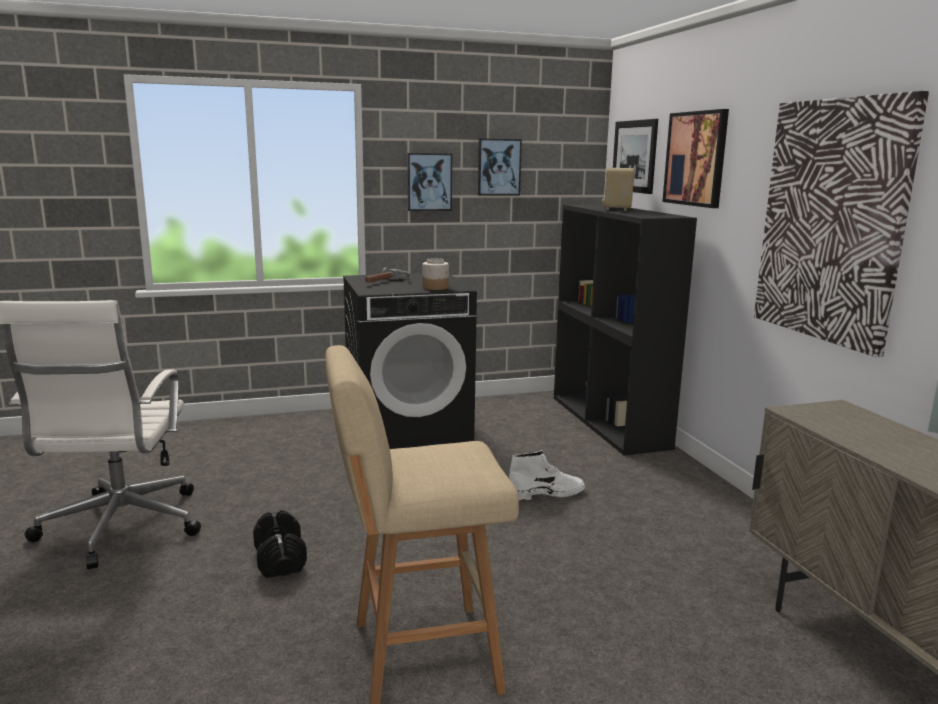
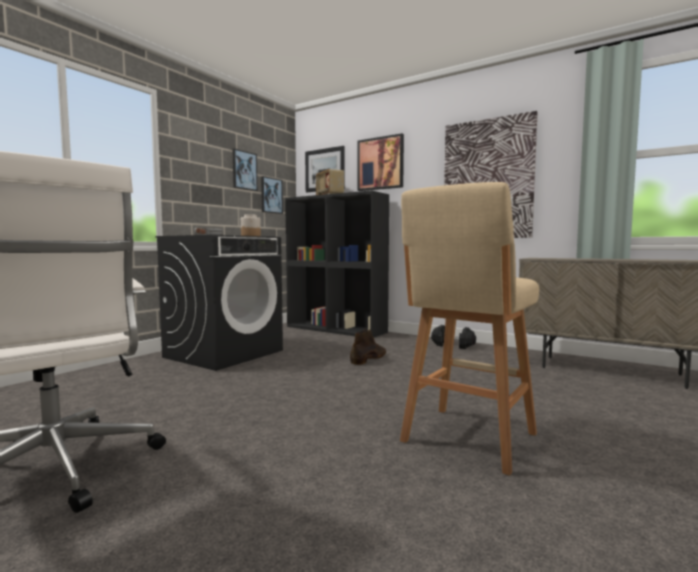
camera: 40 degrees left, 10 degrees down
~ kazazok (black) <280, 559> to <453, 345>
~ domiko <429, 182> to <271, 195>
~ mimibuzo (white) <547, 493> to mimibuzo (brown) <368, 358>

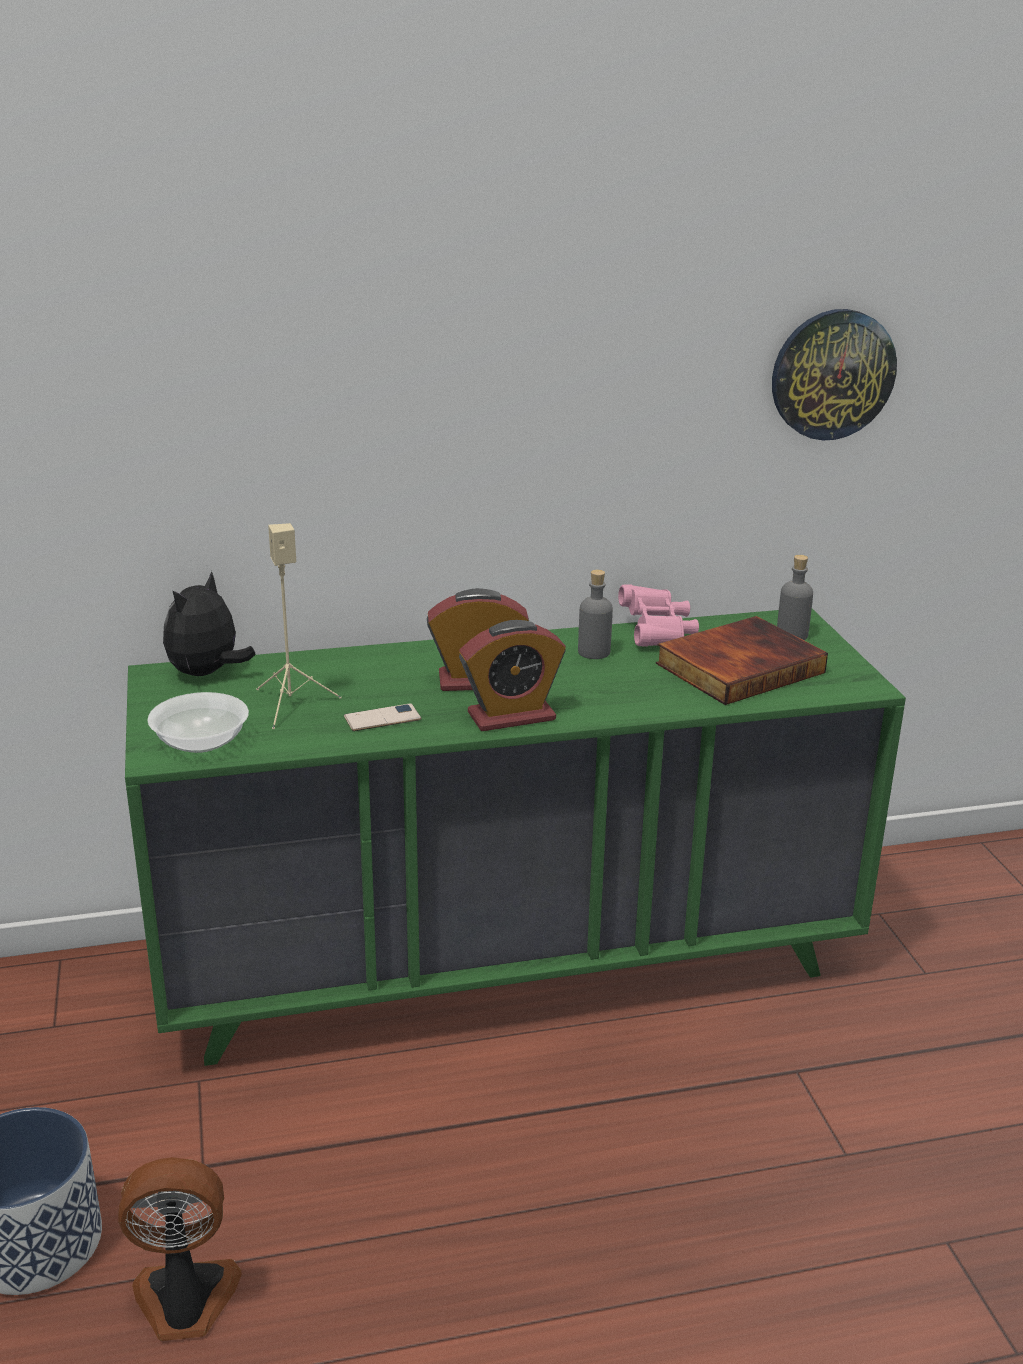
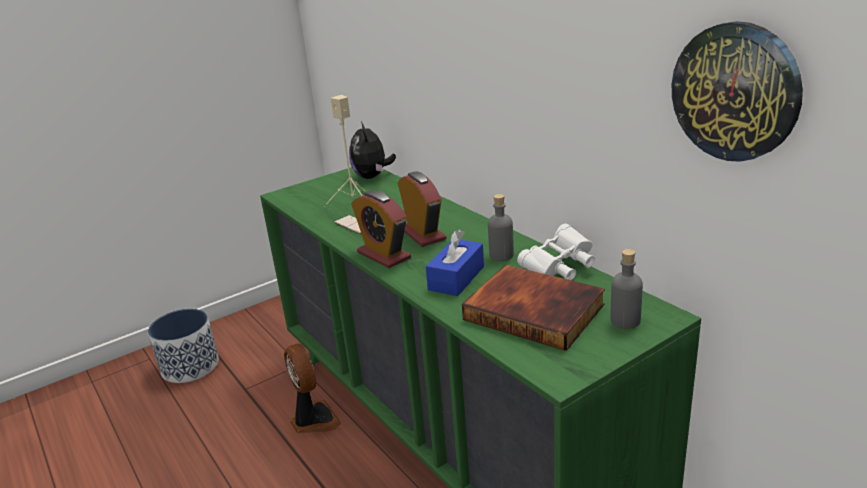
camera: 70 degrees right, 0 degrees up
- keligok <201, 742>
+ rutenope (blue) <456, 278>
~ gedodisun <185, 1302> to <313, 420>
~ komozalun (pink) <657, 633> to komozalun (white) <559, 268>
~ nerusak <207, 673> = <372, 177> 105 degrees counterclockwise

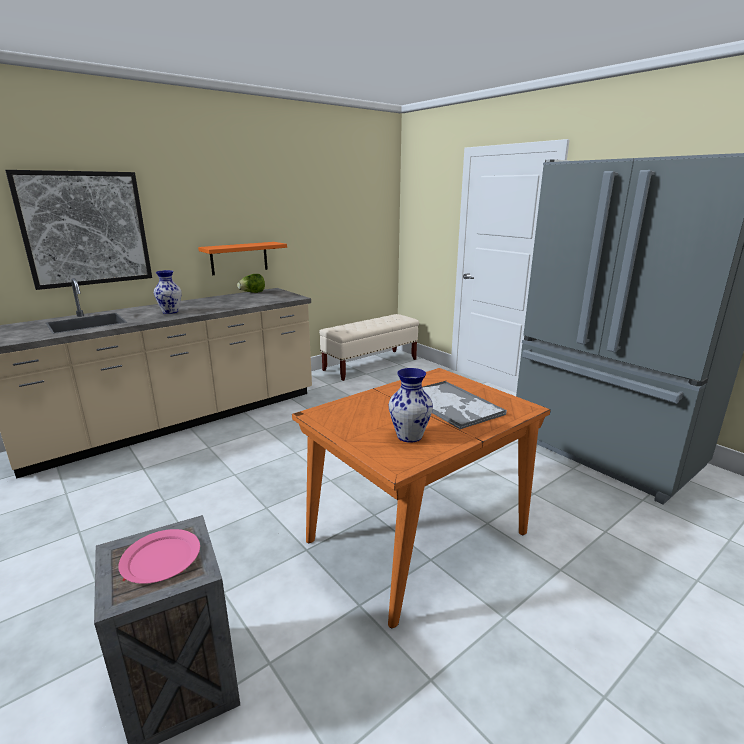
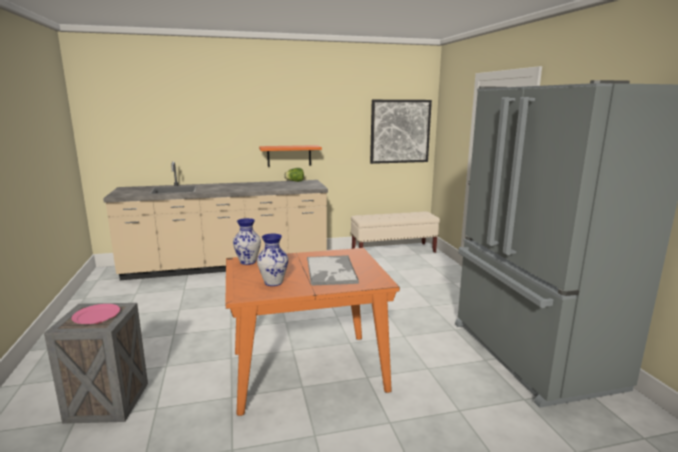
camera: 25 degrees right, 5 degrees down
~ domiko <85, 229> to <400, 131>
~ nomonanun <171, 312> to <248, 262>

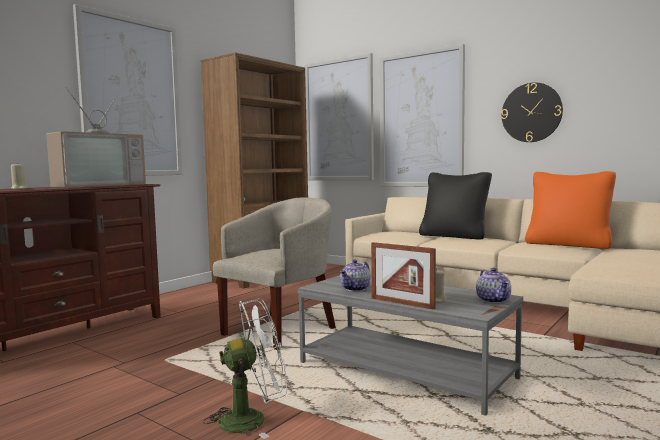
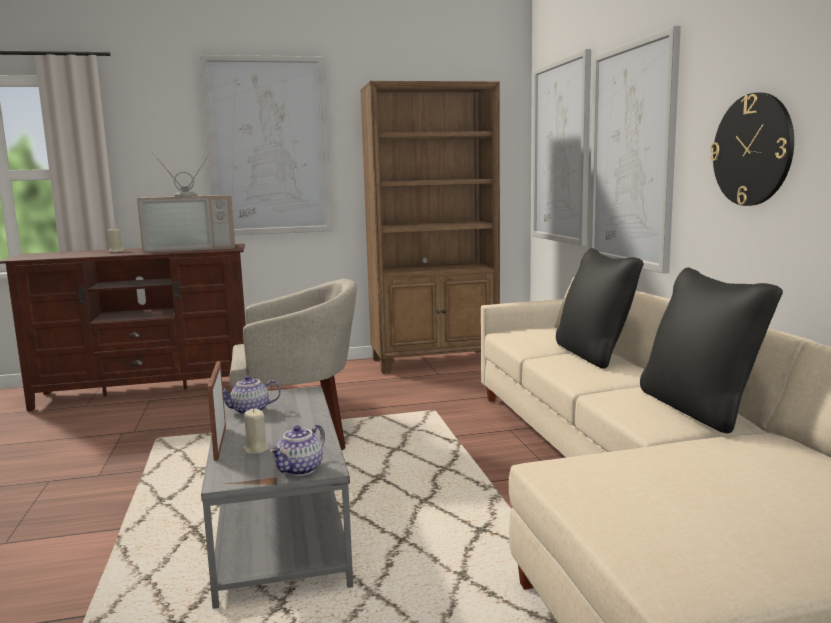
camera: 40 degrees right, 5 degrees up
- gedodisun (white) <252, 419>
~ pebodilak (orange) <568, 244> to pebodilak (black) <699, 408>

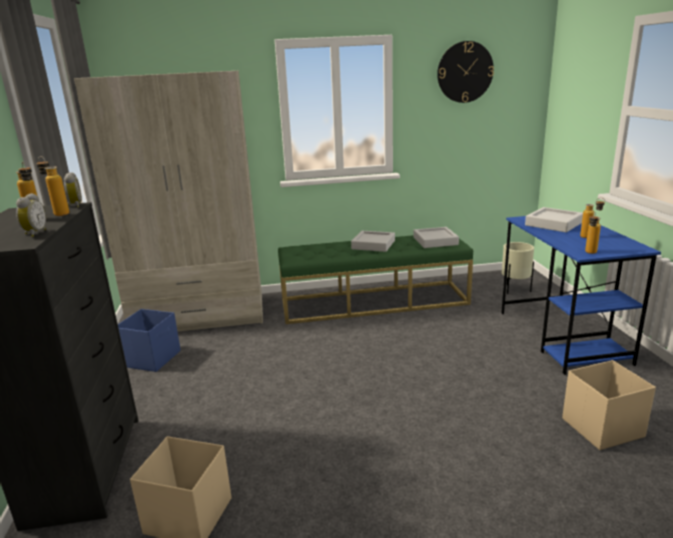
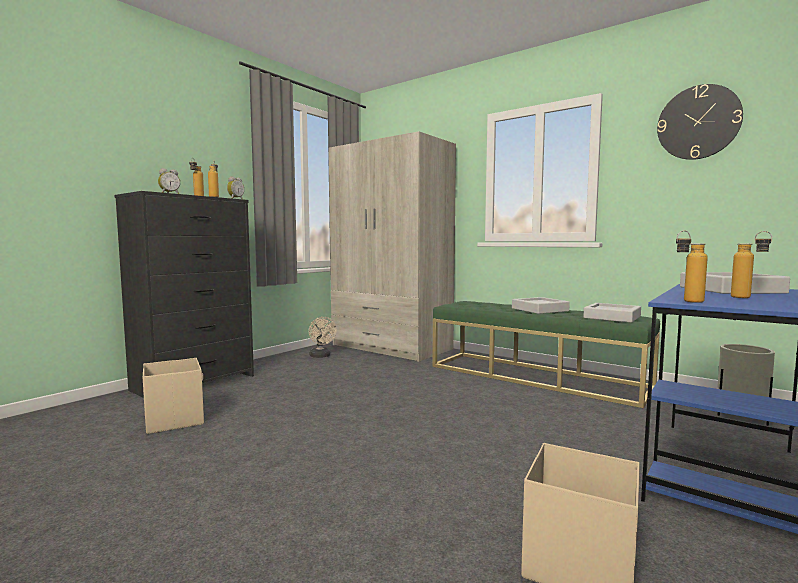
camera: 45 degrees right, 15 degrees down
~ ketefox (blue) <153, 358> to gedodisun (beige) <321, 356>

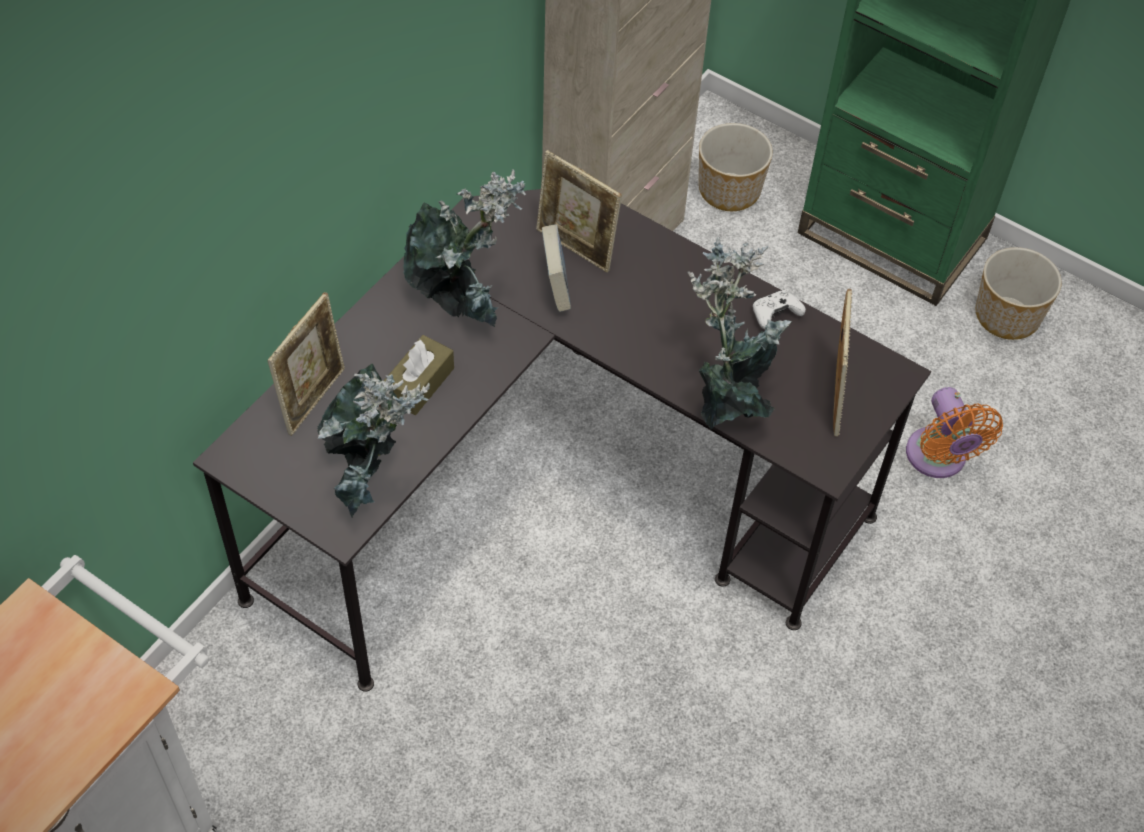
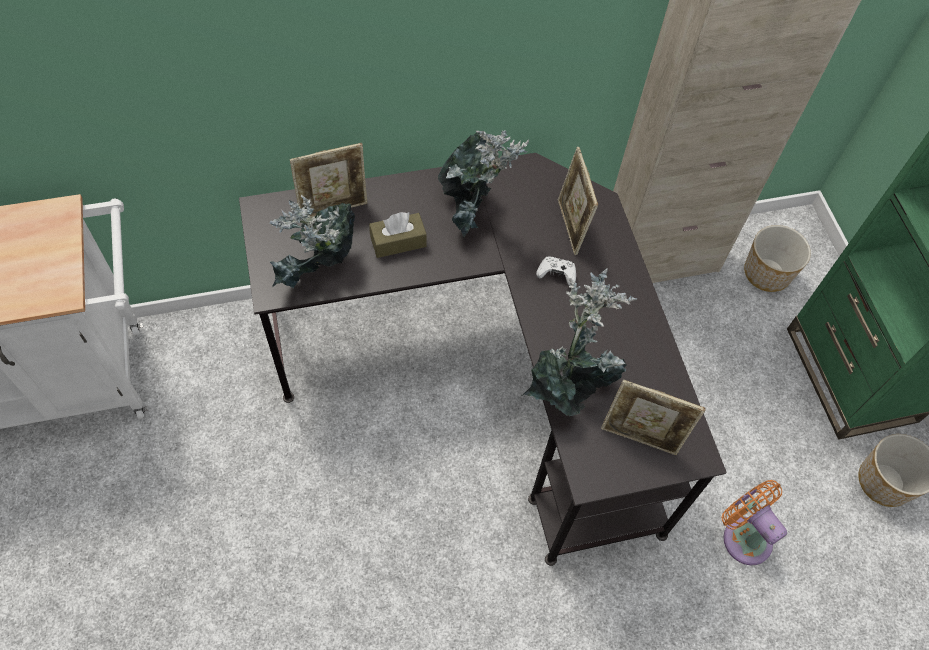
camera: 40 degrees right, 5 degrees up
- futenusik <556, 287>
~ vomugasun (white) <775, 314> to <556, 274>
~ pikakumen <834, 397> = <640, 438> 60 degrees clockwise
~ gedodisun (orange) <938, 459> = <743, 535> 120 degrees clockwise

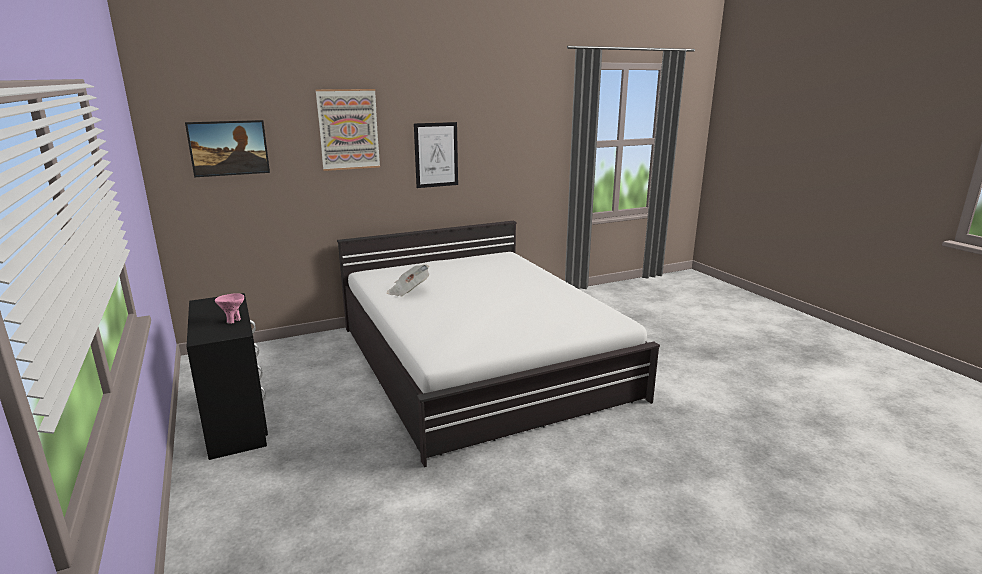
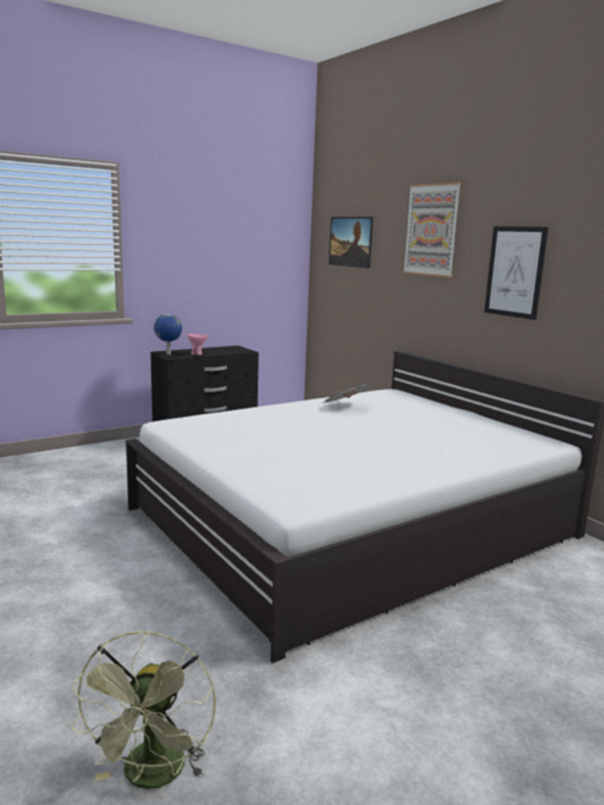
camera: 80 degrees right, 5 degrees down
+ gedodisun (green) <152, 777>
+ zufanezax <168, 354>

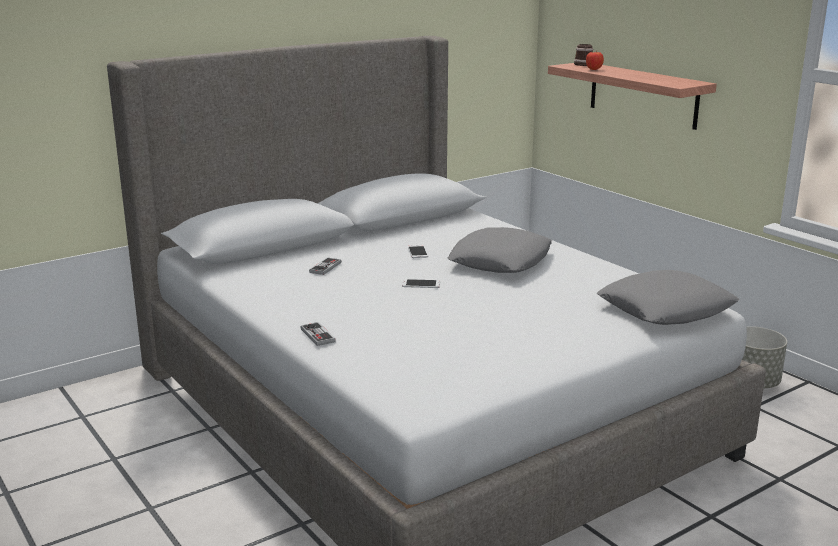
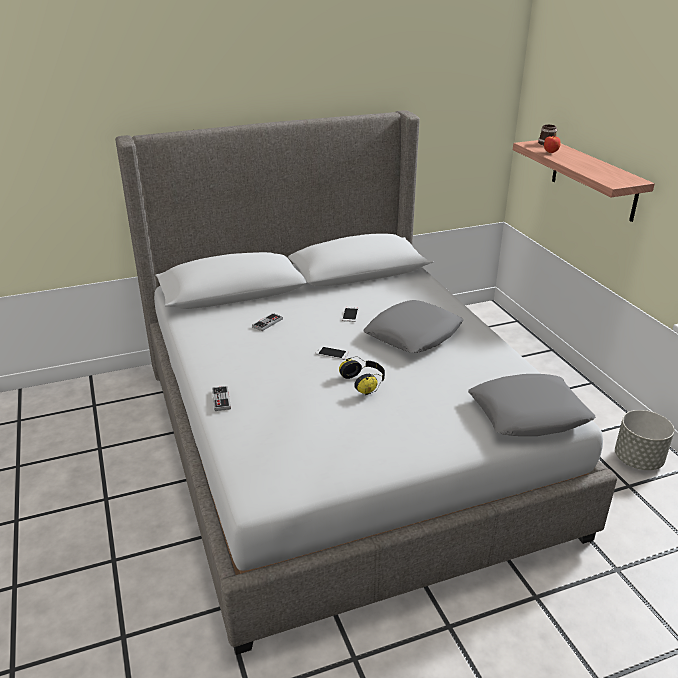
camera: 15 degrees right, 10 degrees up
+ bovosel <364, 382>

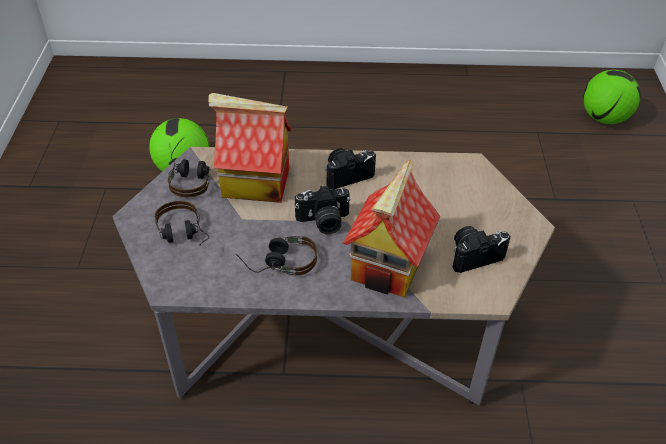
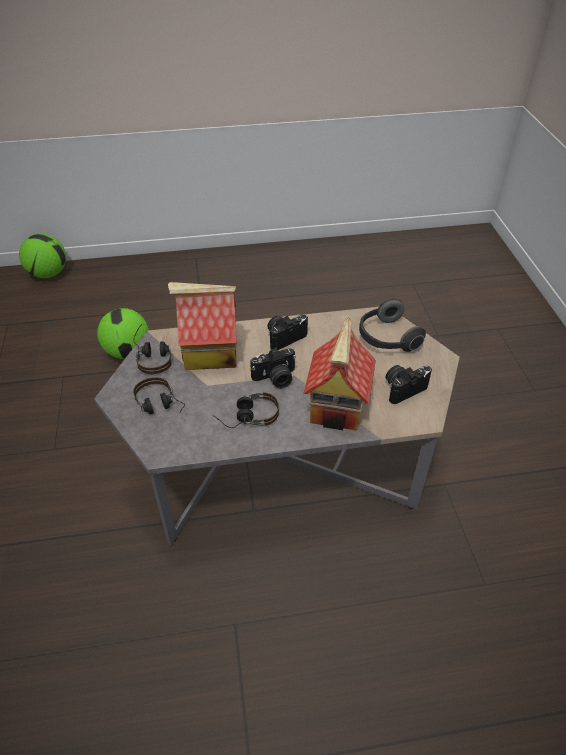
camera: 10 degrees left, 0 degrees up
+ bovosel <386, 338>
~ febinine <604, 118> to <49, 274>

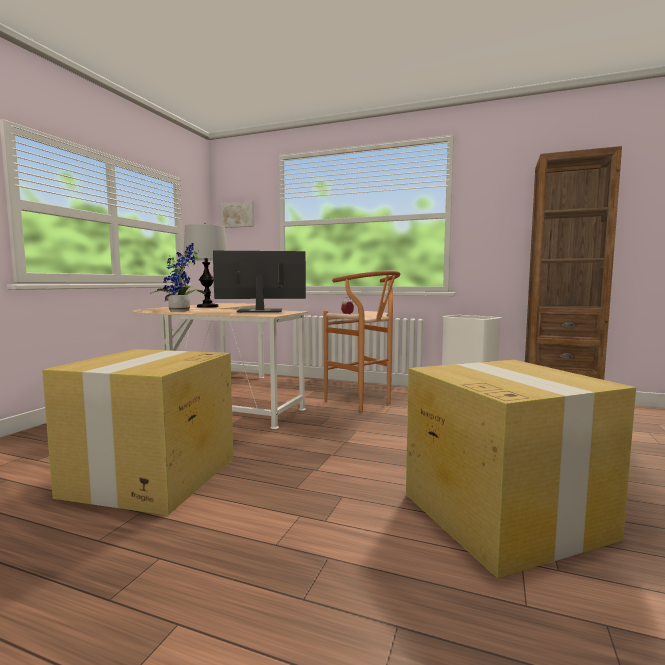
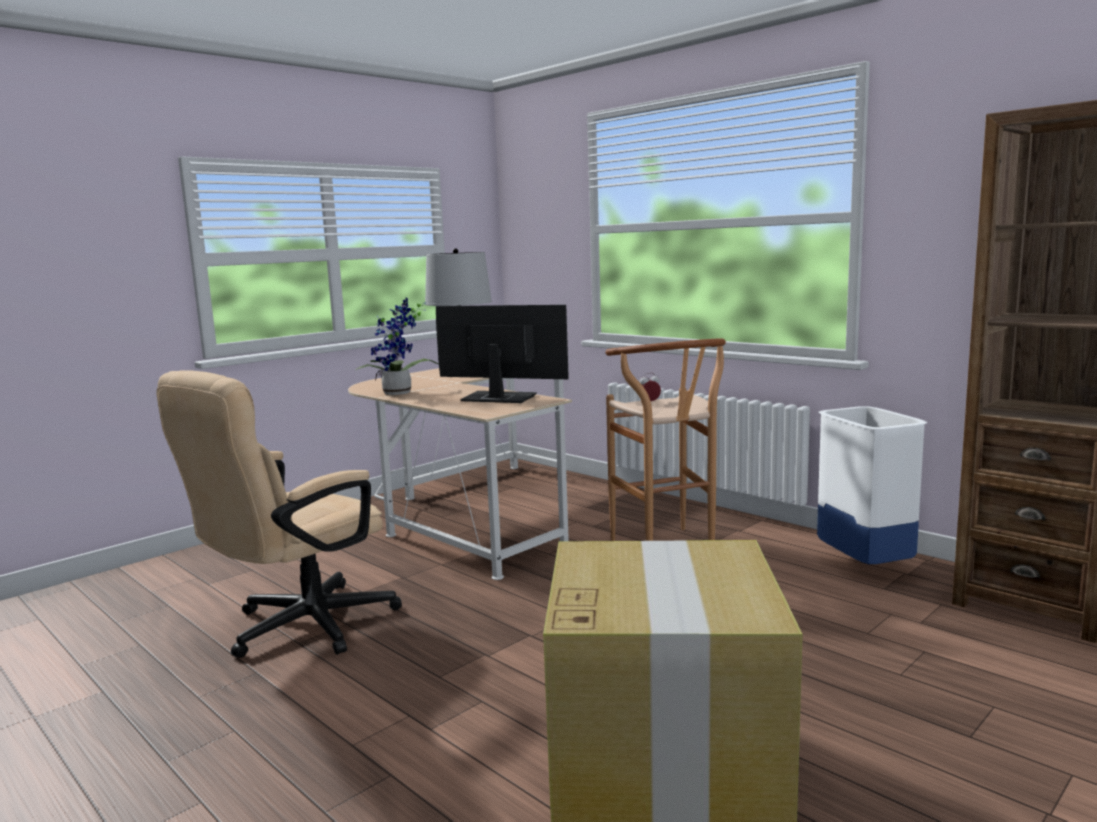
camera: 25 degrees right, 5 degrees up
- domiko <238, 214>
~ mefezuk <151, 477> to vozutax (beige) <298, 629>

